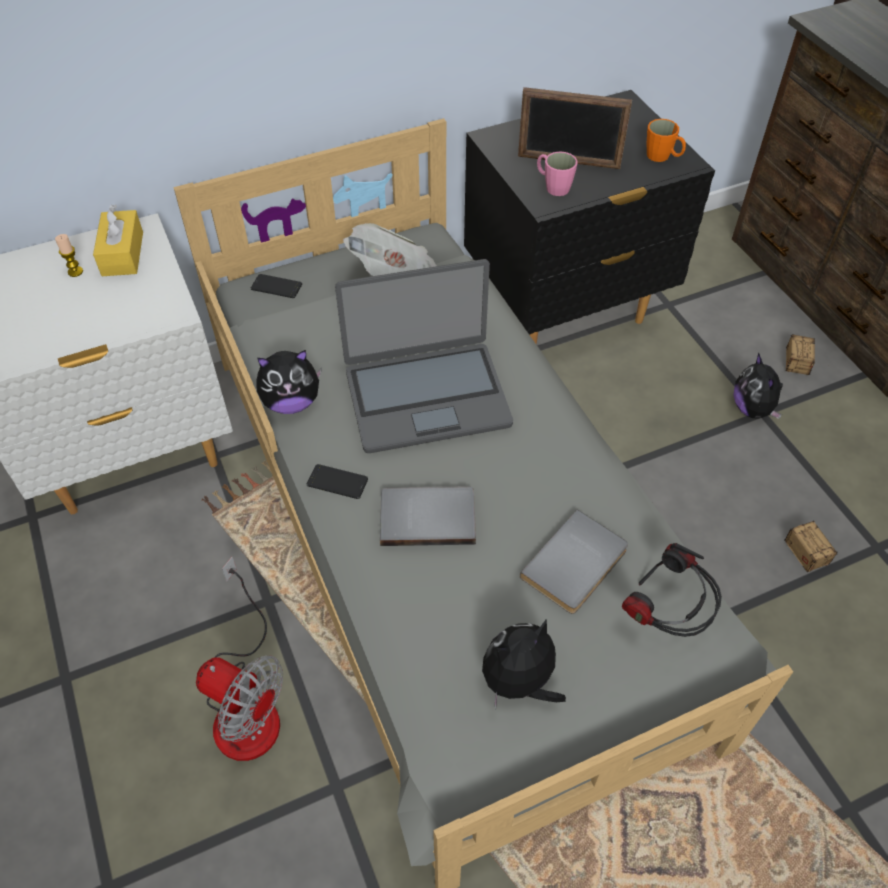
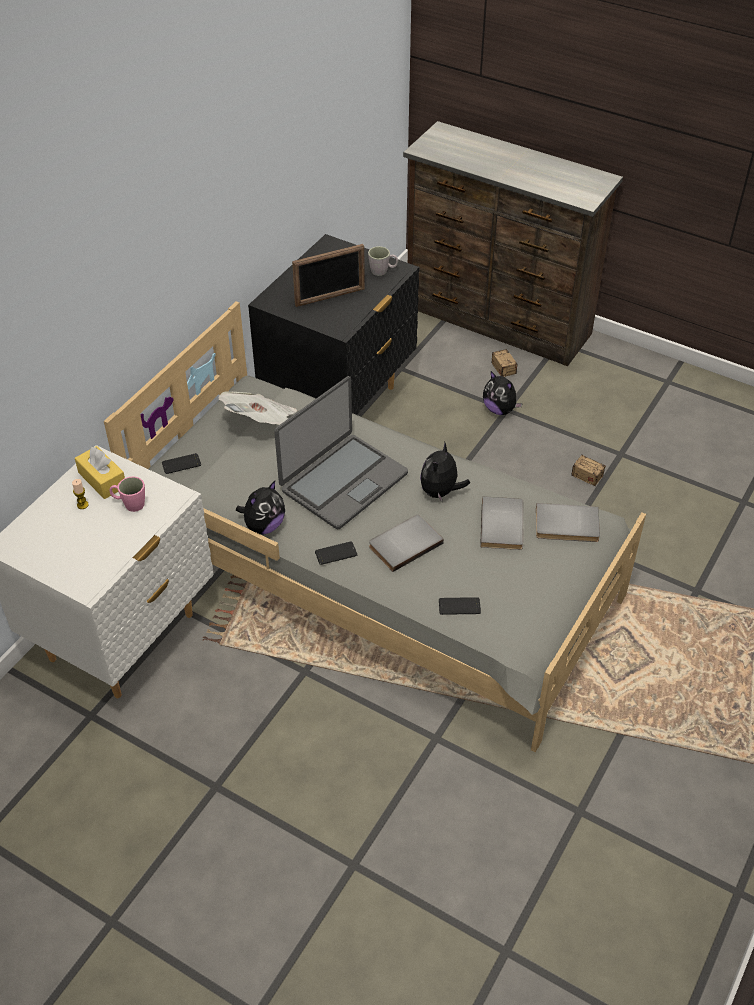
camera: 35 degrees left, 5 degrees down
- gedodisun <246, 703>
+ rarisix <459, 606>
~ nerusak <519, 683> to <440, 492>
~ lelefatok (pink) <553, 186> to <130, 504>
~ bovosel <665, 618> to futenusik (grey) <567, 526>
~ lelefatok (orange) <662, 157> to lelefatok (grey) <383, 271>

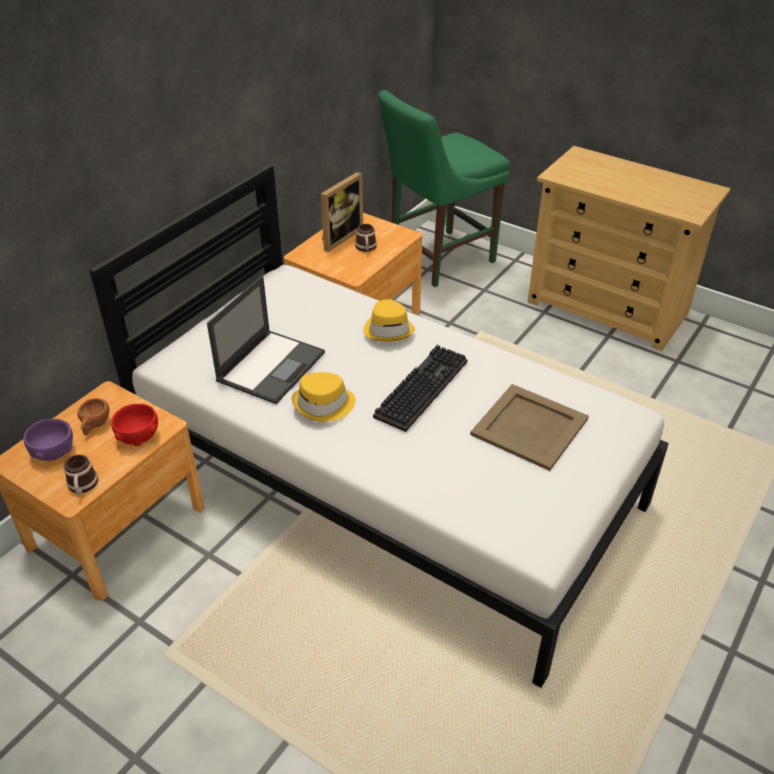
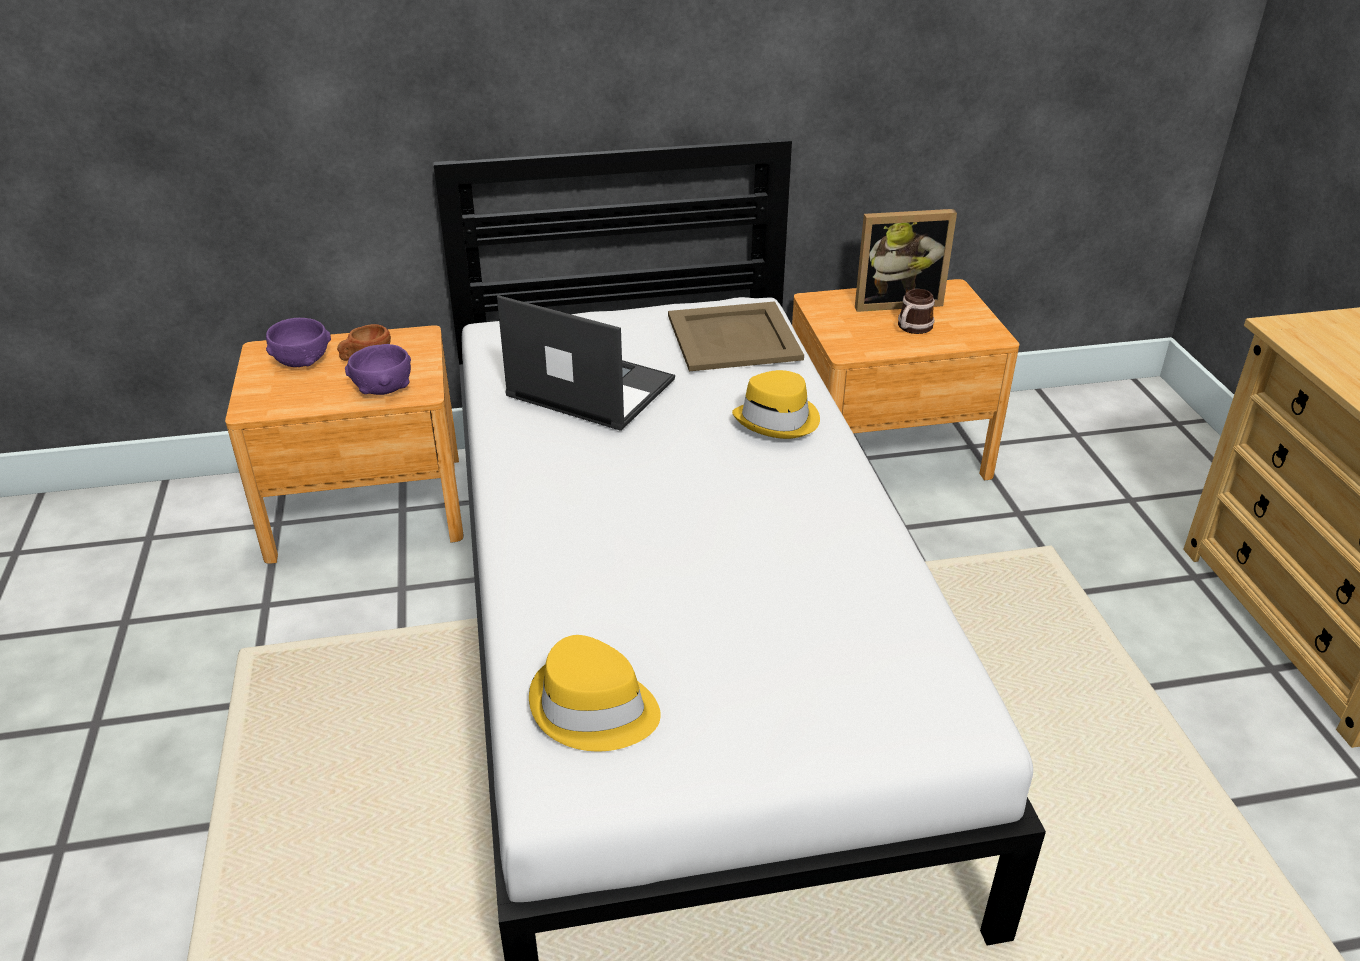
camera: 45 degrees right, 5 degrees down
- lelefatok <82, 486>
- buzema <420, 387>
- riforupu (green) <437, 259>
~ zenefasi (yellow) <324, 405> to <593, 709>
~ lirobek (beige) <530, 426> to <735, 337>
~ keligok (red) <138, 437> to keligok (purple) <383, 389>
~ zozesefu <271, 366> = <588, 387> 135 degrees counterclockwise

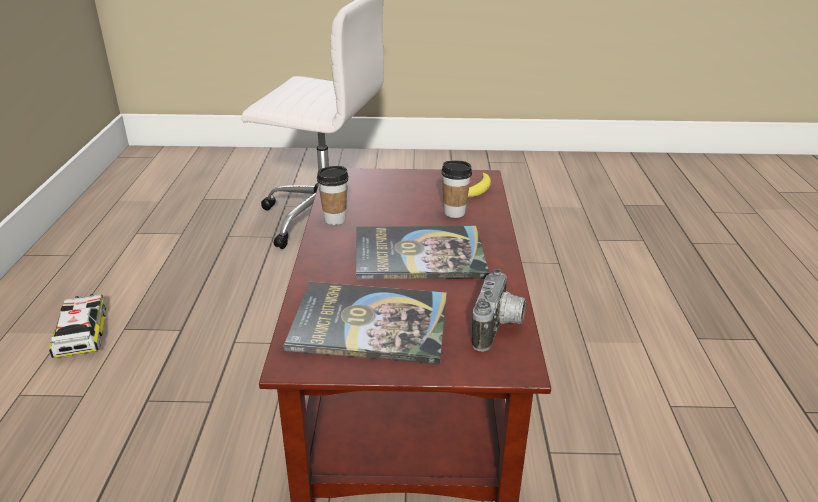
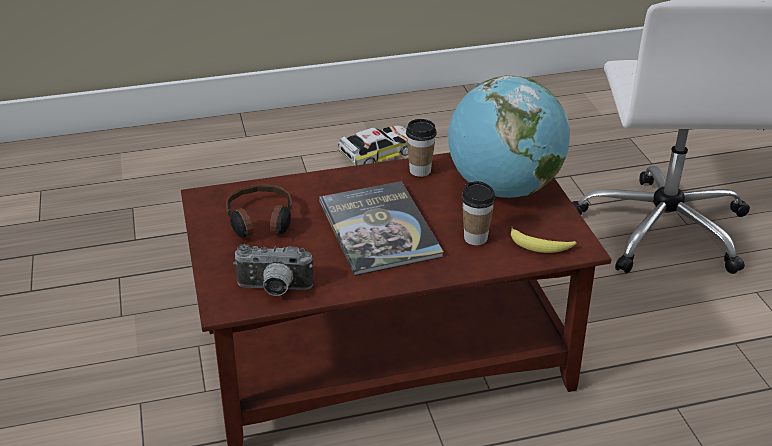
camera: 75 degrees right, 5 degrees up
+ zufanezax <503, 188>
~ futenusik <370, 324> to bovosel <260, 221>

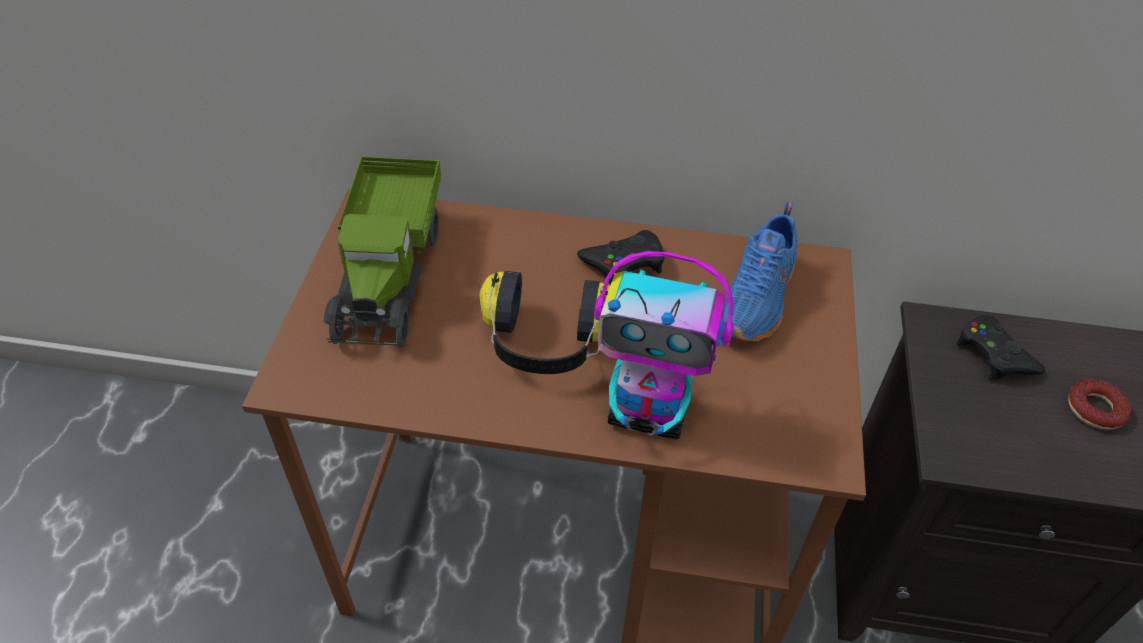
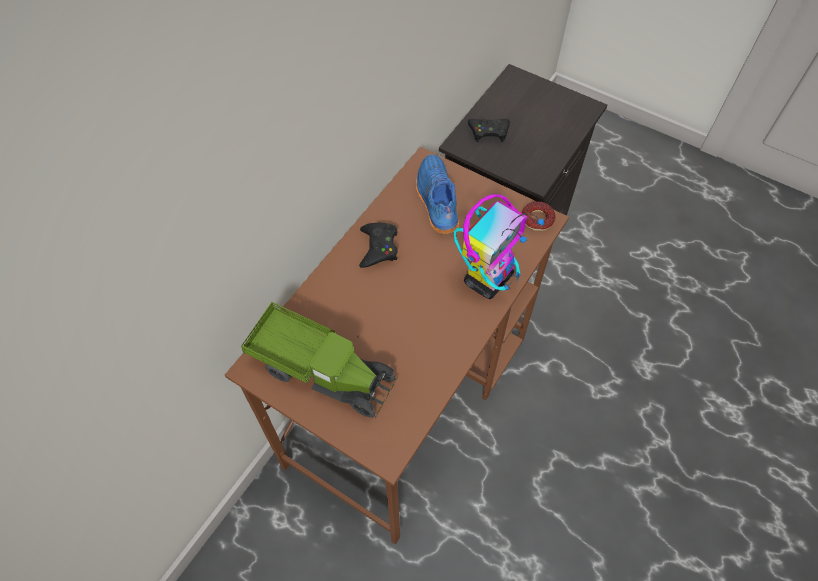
camera: 65 degrees left, 10 degrees up
- bovosel <545, 343>
~ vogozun <1095, 409> to <537, 219>
~ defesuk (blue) <758, 299> = <436, 200> 150 degrees counterclockwise

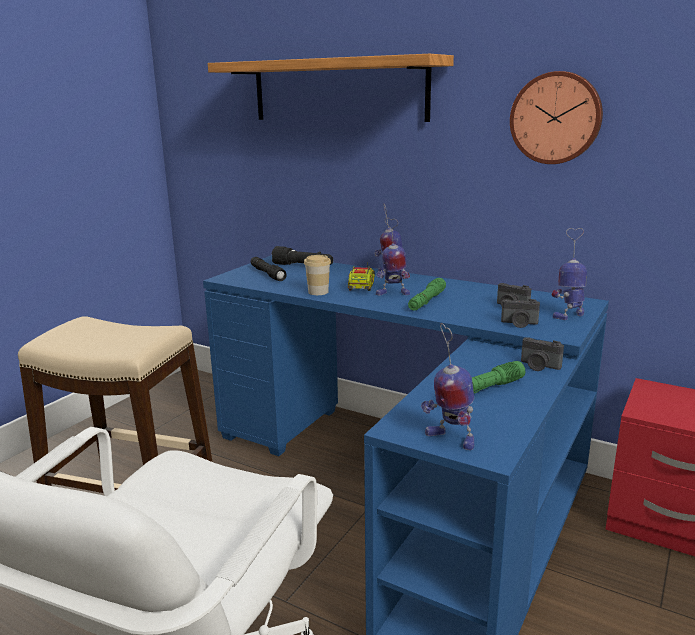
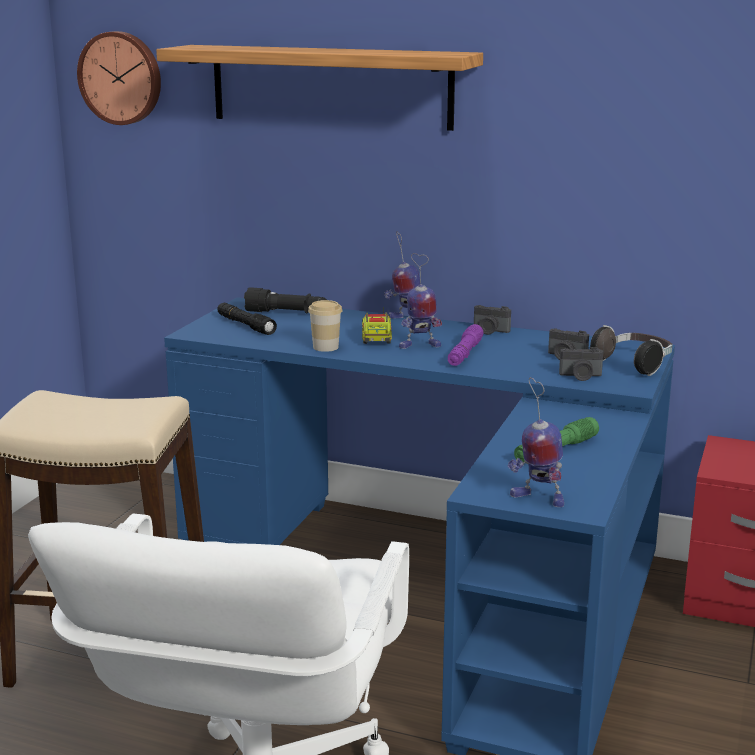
camera: 10 degrees left, 0 degrees up
~ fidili <556, 118> to <121, 78>
~ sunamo <539, 366> to <490, 331>
~ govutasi <569, 315> to bovosel <634, 364>
~ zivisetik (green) <427, 301> to zivisetik (purple) <465, 353>

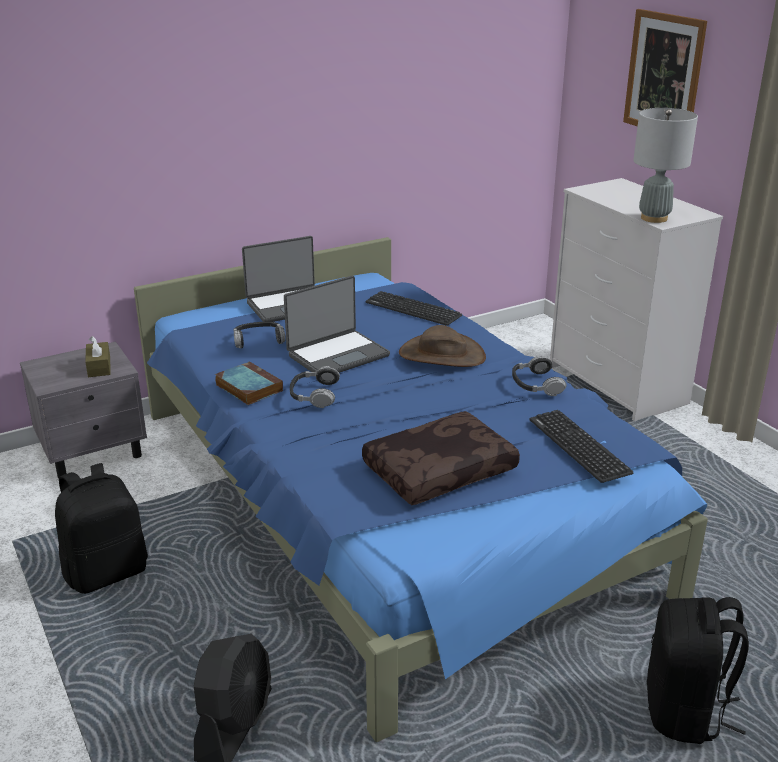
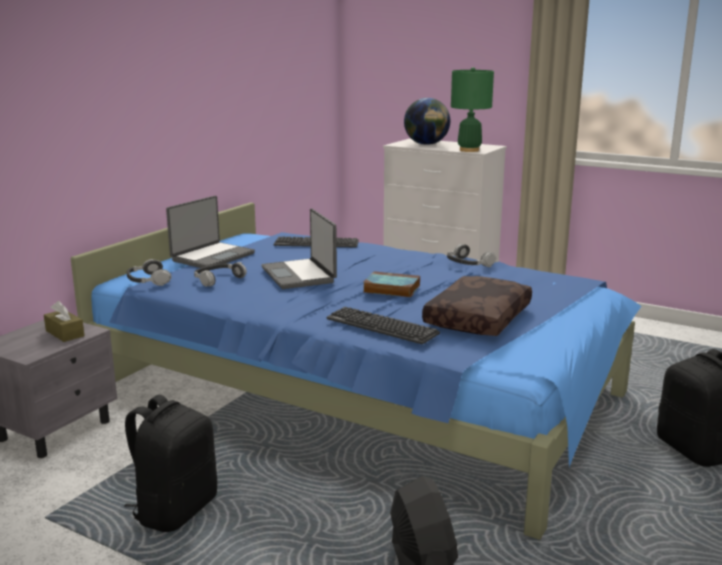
camera: 30 degrees left, 10 degrees down
- zenefasi (brown) <441, 355>
- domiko <664, 74>
+ zufanezax <426, 144>
~ futenusik <247, 387> to <390, 289>
~ bovosel <314, 394> to <148, 280>
~ buzema <578, 446> to <381, 326>
~ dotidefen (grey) <653, 218> to dotidefen (green) <469, 150>
~ zozesefu <337, 355> = <300, 275> 135 degrees clockwise

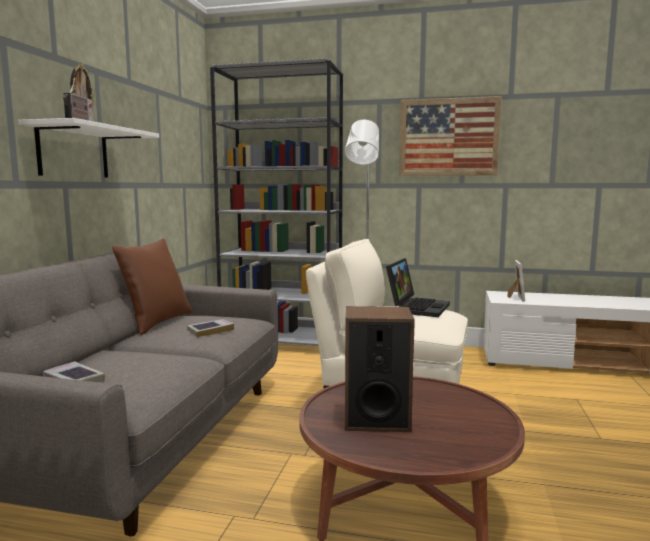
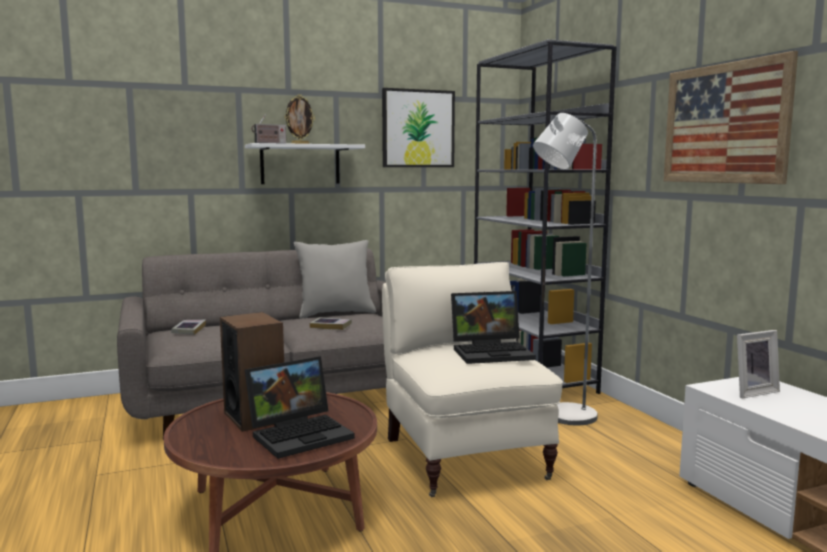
camera: 55 degrees right, 0 degrees up
+ zozesefu <301, 433>
+ domiko <418, 128>
~ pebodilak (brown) <157, 322> to pebodilak (grey) <335, 313>

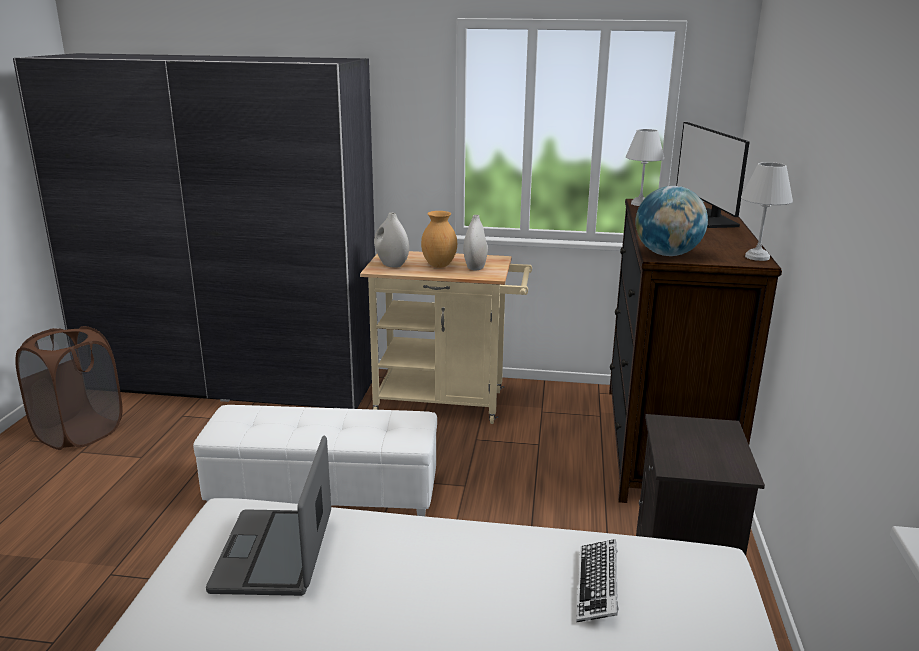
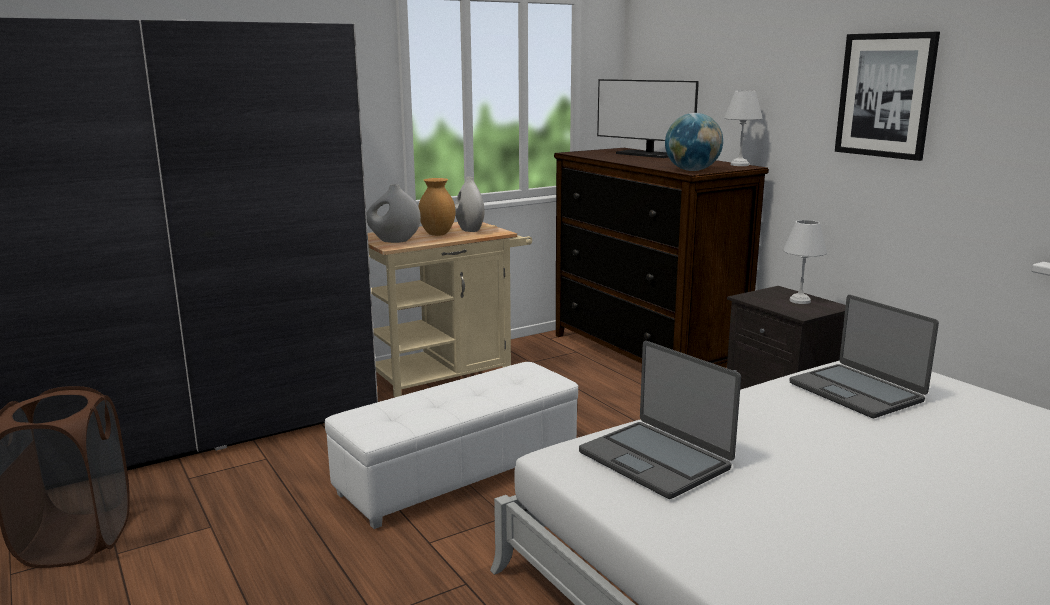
camera: 40 degrees left, 5 degrees down
+ domiko <885, 95>
~ dotidefen (white) <639, 204> to <799, 301>
~ buzema <597, 586> to zozesefu <856, 392>

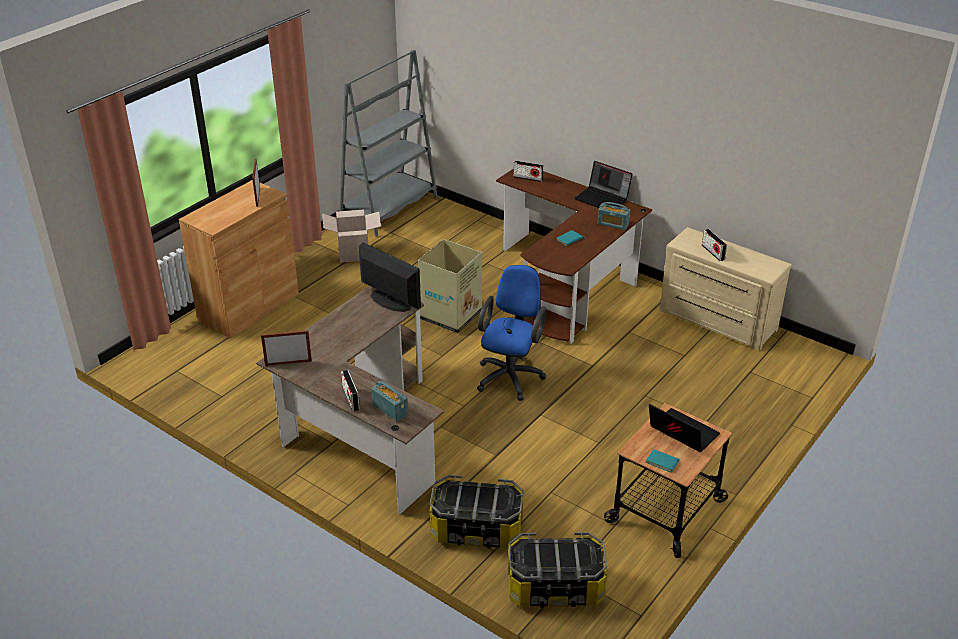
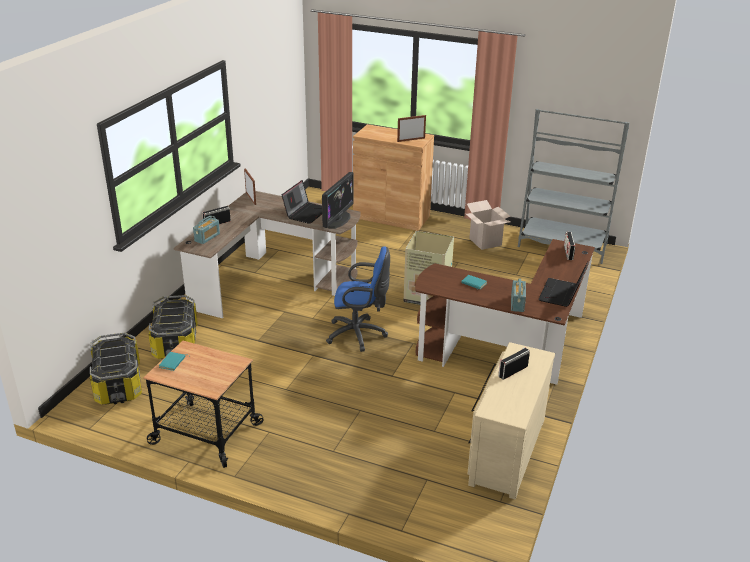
camera: 75 degrees right, 5 degrees down
~ zozesefu <681, 433> to <306, 212>

